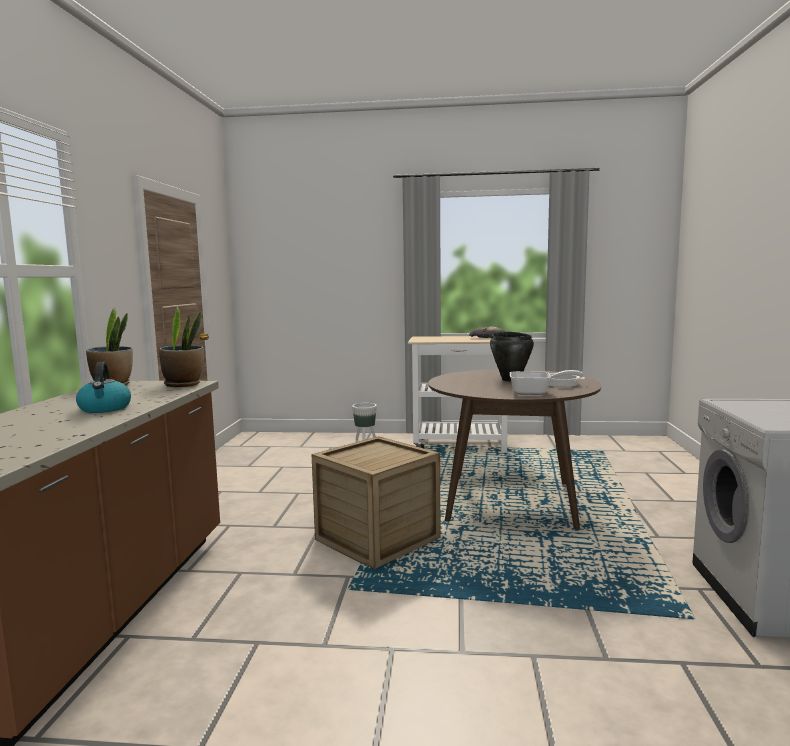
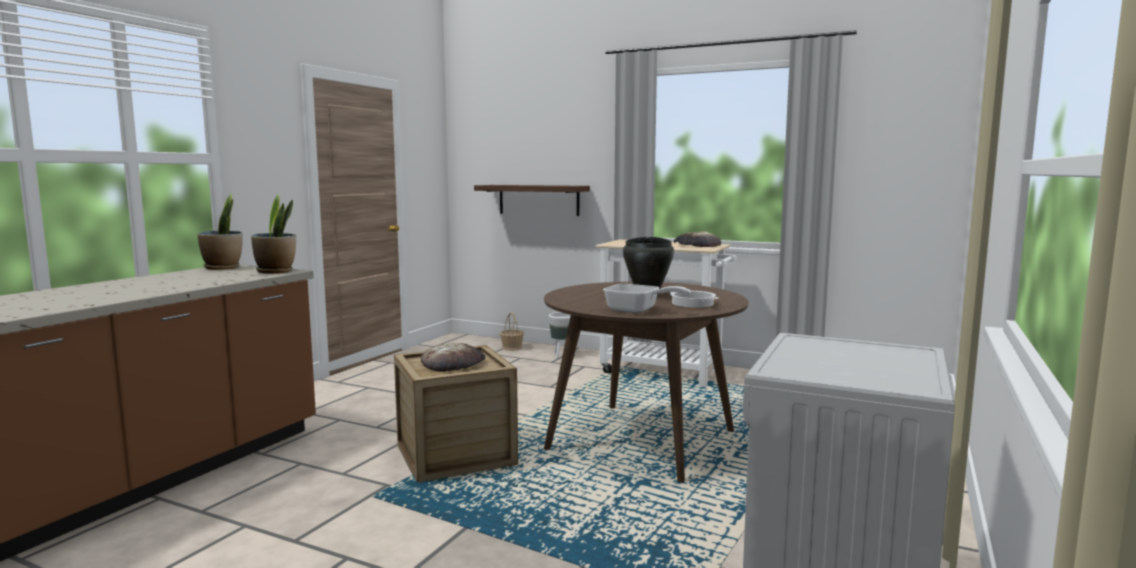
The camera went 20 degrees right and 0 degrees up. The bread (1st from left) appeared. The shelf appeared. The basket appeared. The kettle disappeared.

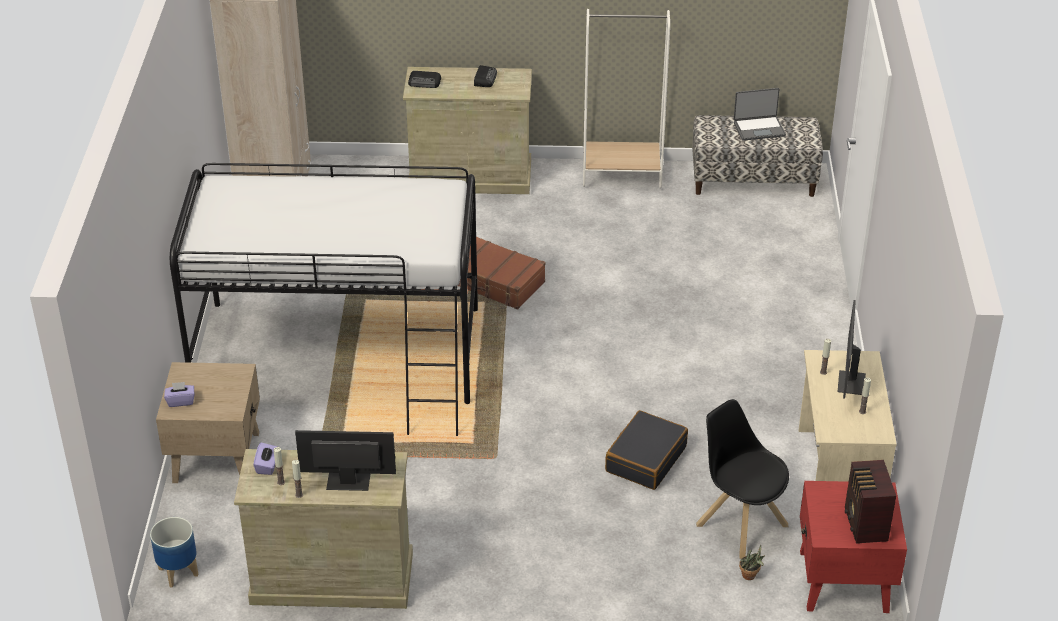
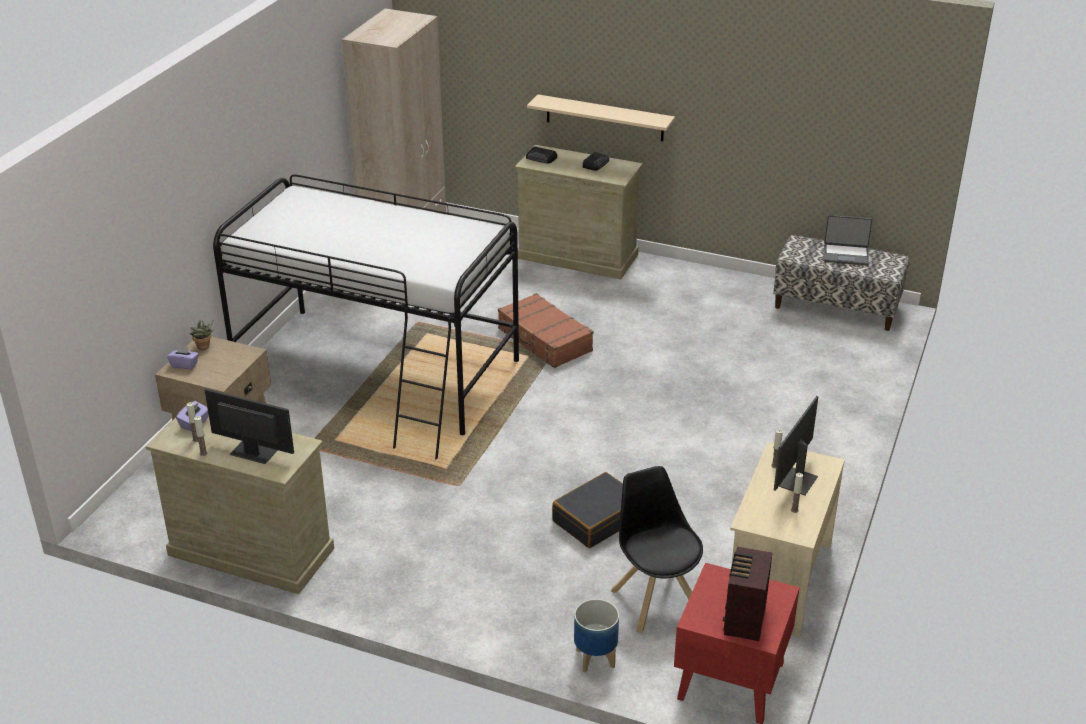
The camera went 20 degrees right and 5 degrees down. The potted plant moved. The beige shelf appeared. The planter moved. The clothes rack disappeared.

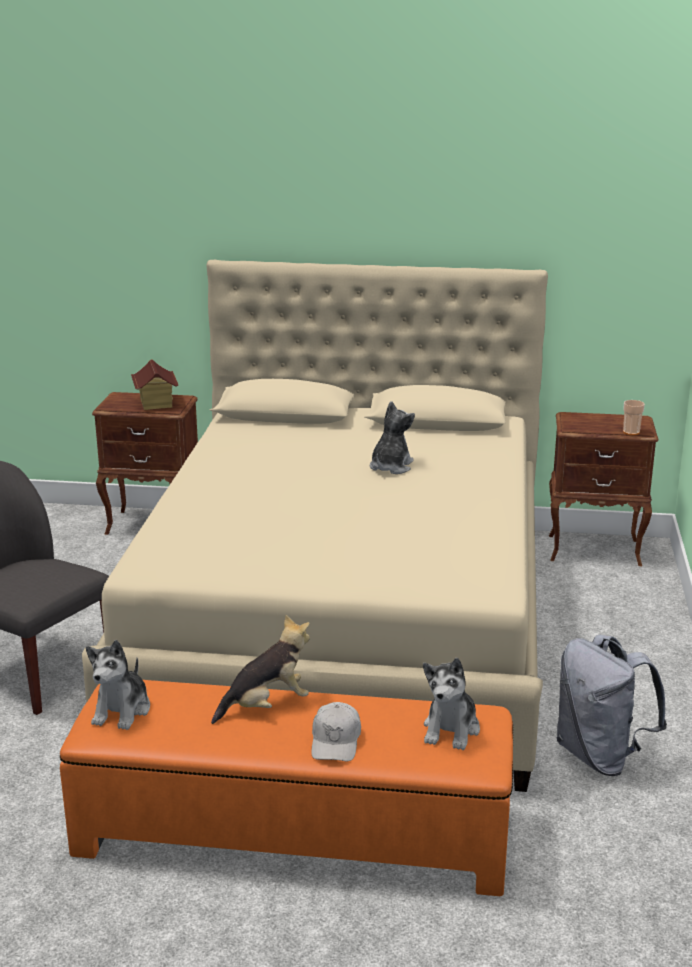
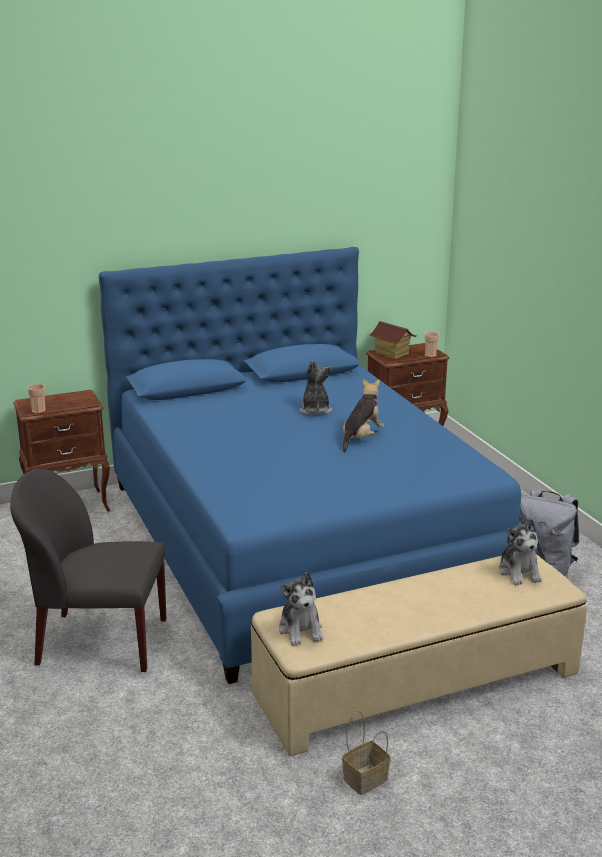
The camera went 30 degrees left and 0 degrees up. The cup (1st from left) appeared. The beige bed became the blue bed. The orange bench became the beige bench. The basket appeared. The plush toy (2nd from left in the first image) moved. The toy house moved. The white cap disappeared.

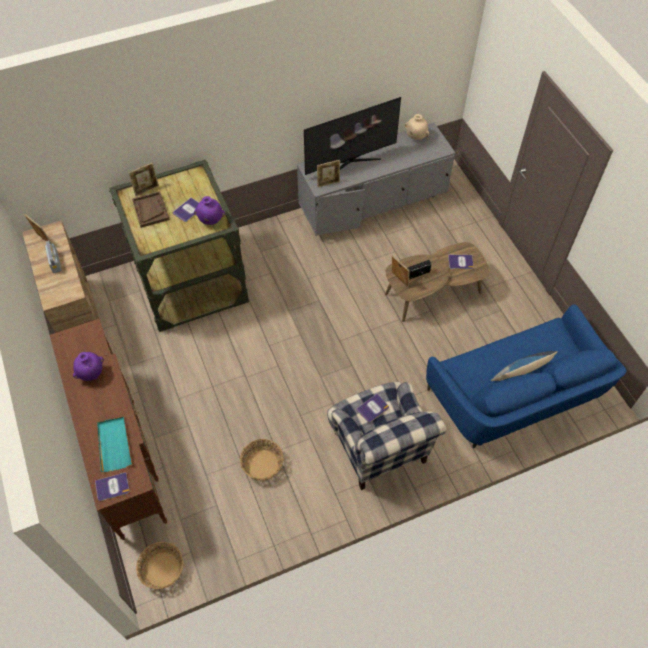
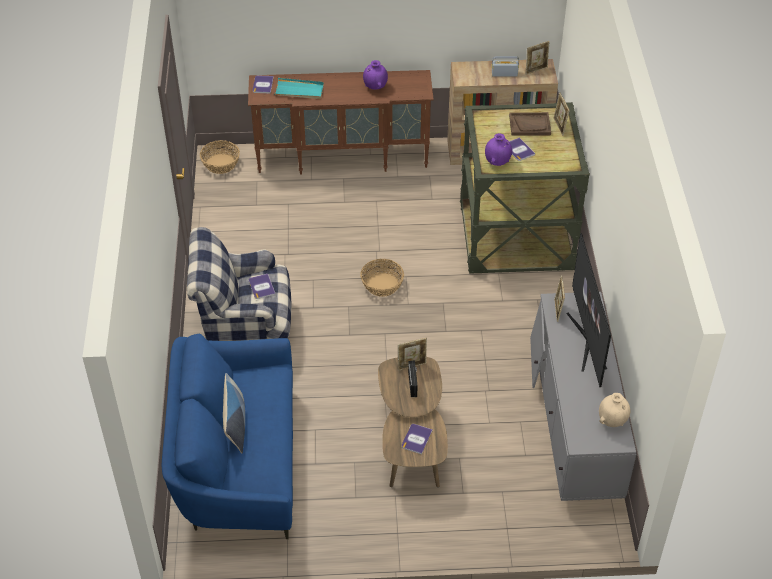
The camera went 110 degrees right and 10 degrees down. The basket (2nd from left) moved.

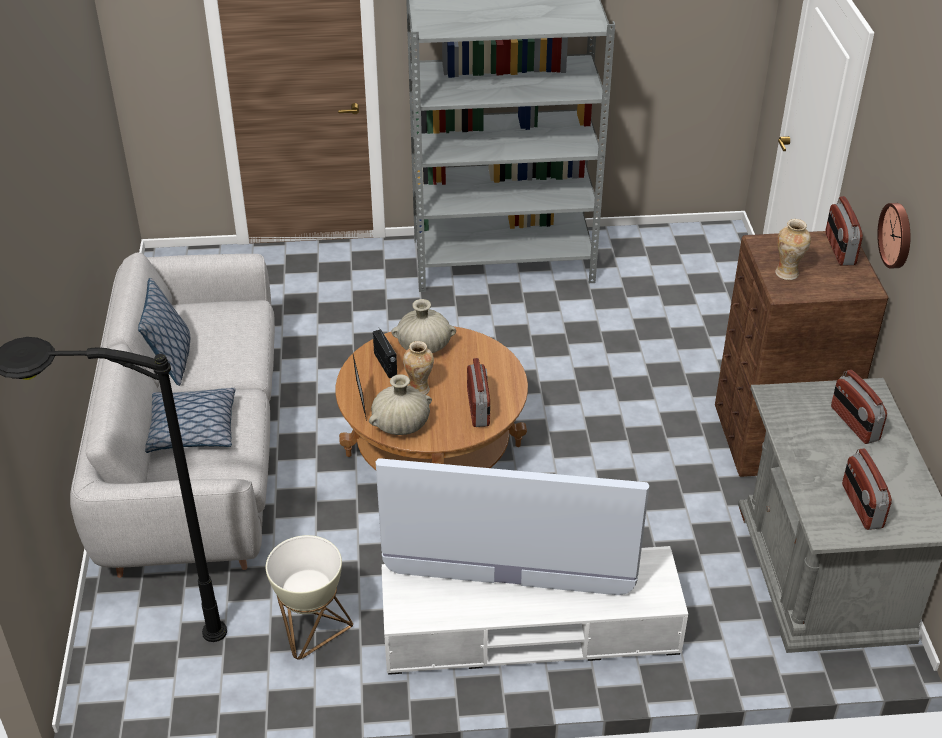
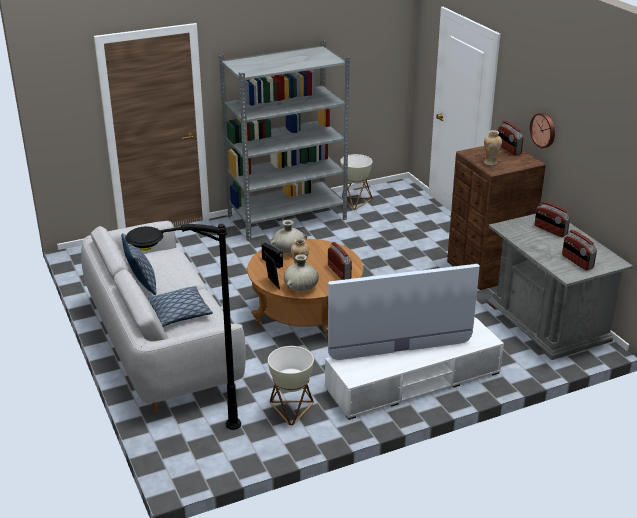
The camera went 20 degrees left and 10 degrees down. The planter (2nd from left) appeared.

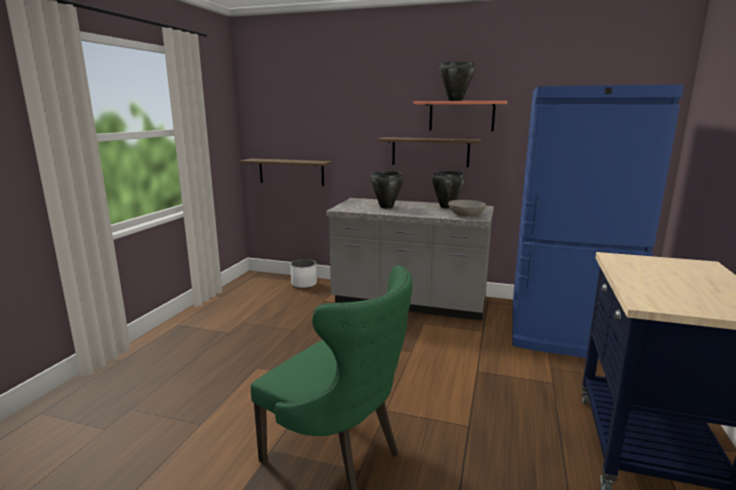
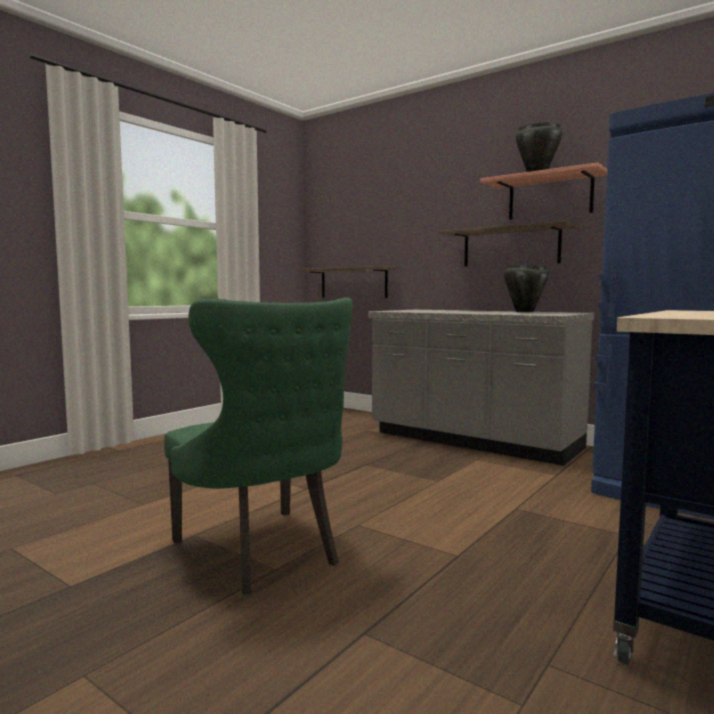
The camera went 20 degrees right and 10 degrees down. The white planter disappeared. The black cooking pot (1st from left) disappeared. The grey bowl disappeared.

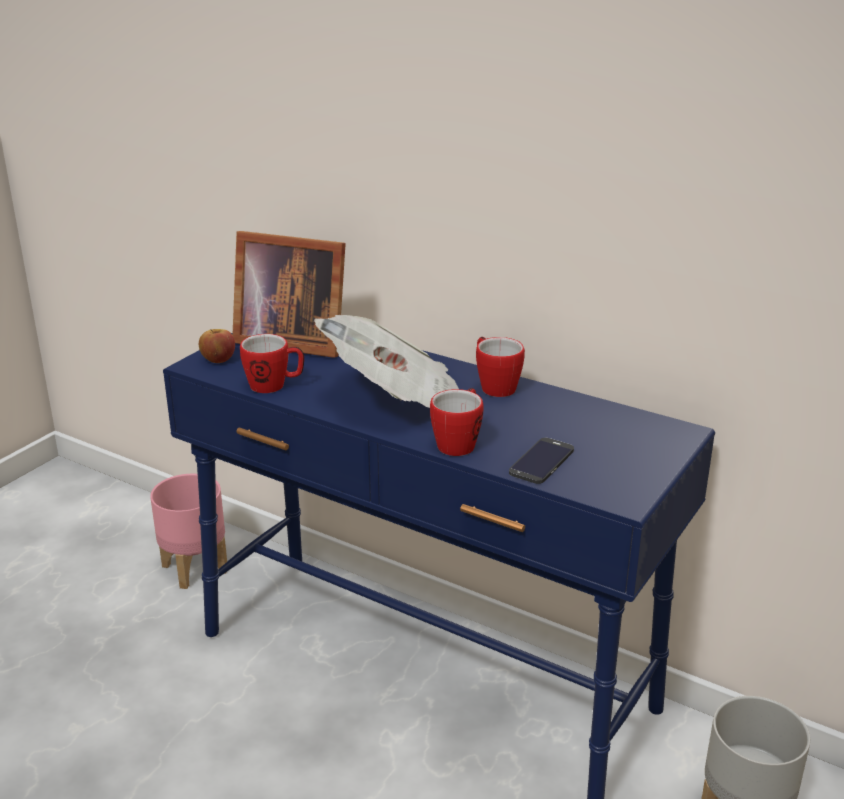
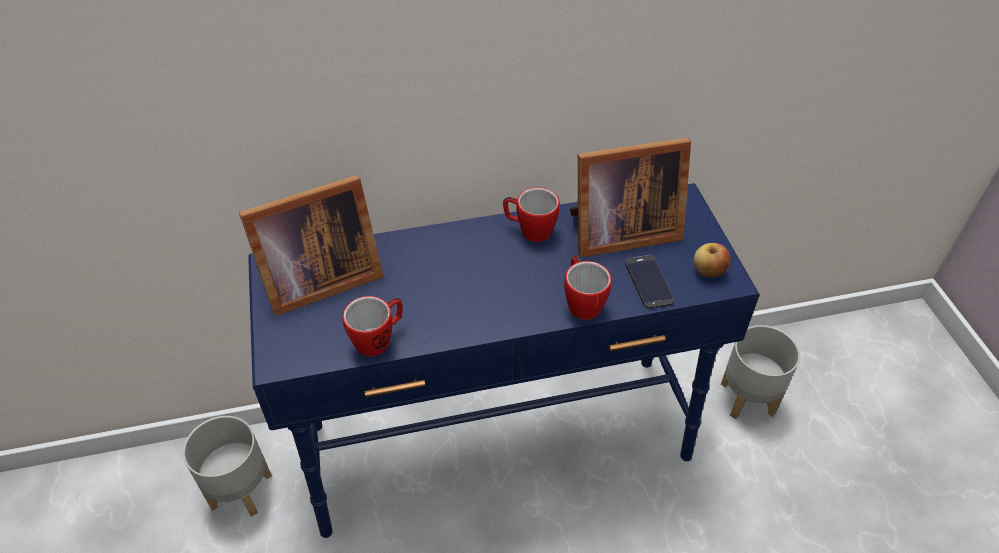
The camera went 45 degrees left and 20 degrees up. The pink planter became the grey planter (1st from left). The picture frame (2nd from left) appeared. The apple moved. The newspaper disappeared.

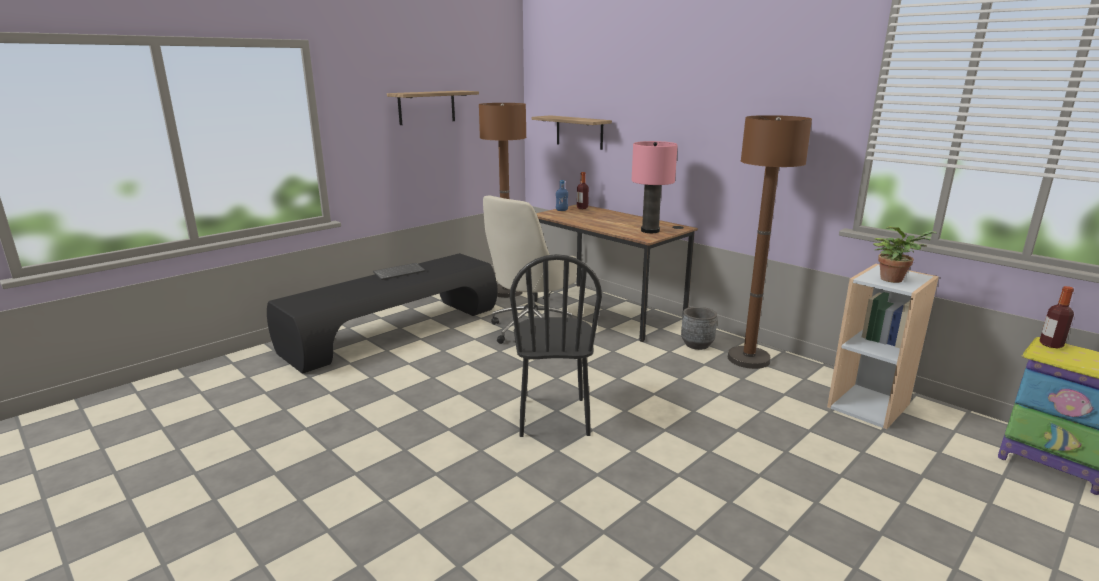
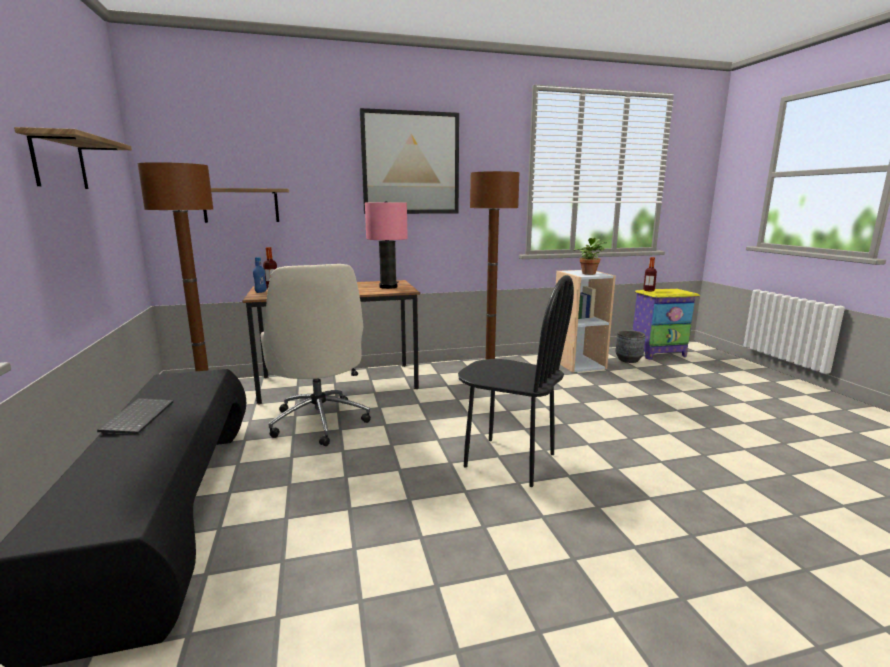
The camera went 60 degrees left and 5 degrees down. The picture appeared. The grey planter moved.

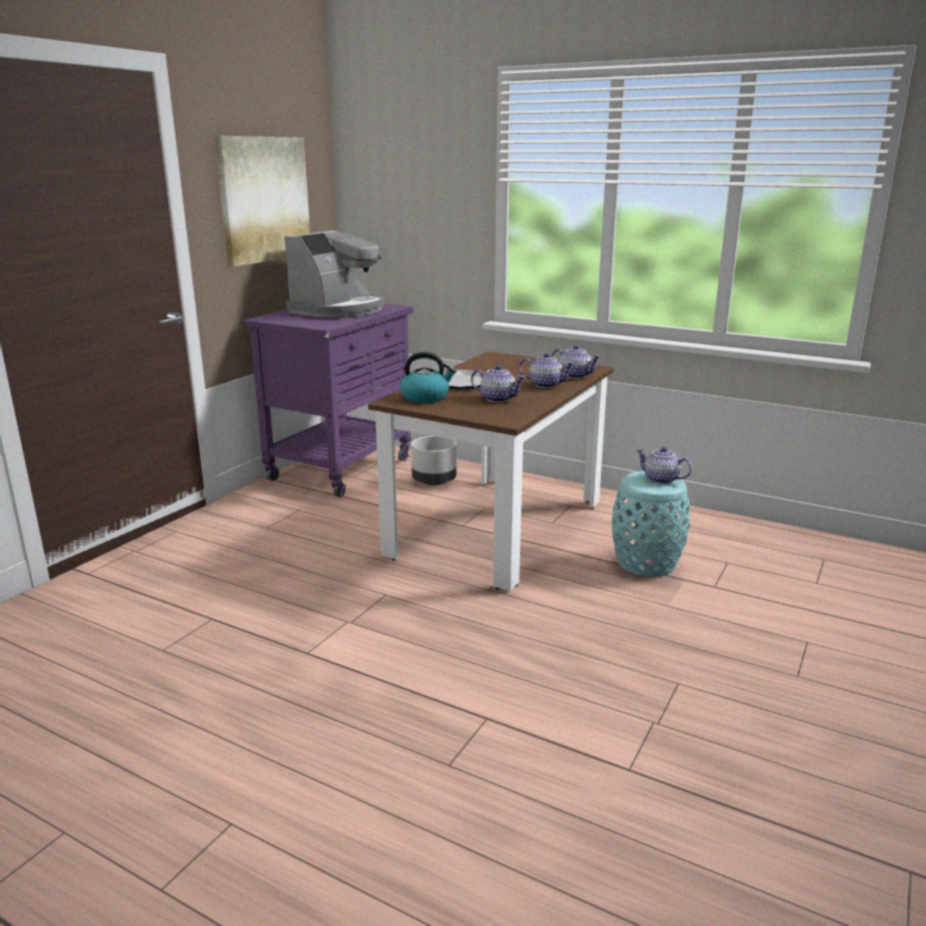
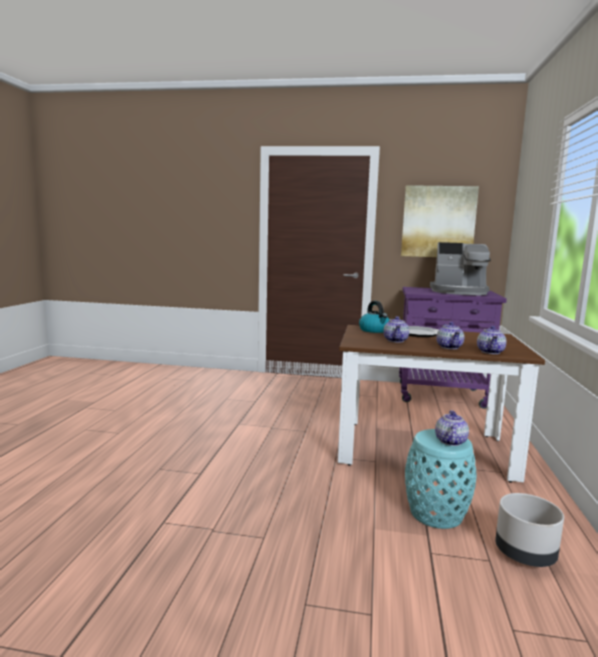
The camera went 70 degrees right and 10 degrees down. The grey planter moved.

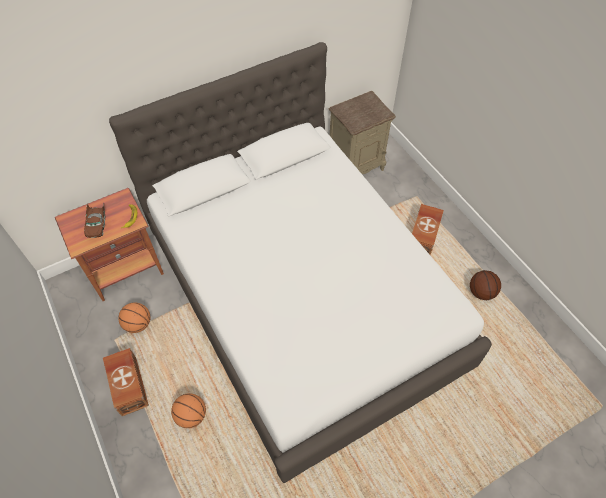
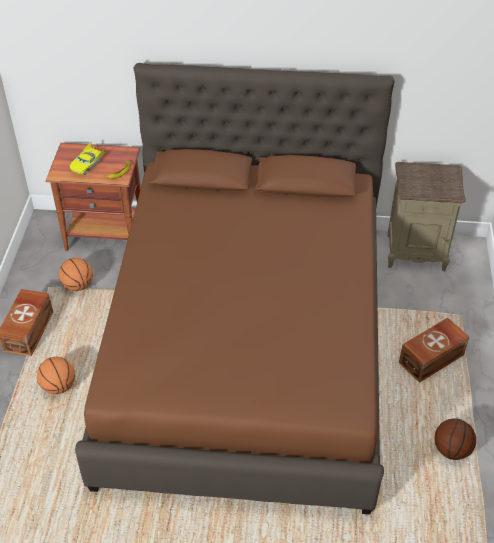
The camera went 35 degrees right and 10 degrees down. The brown toy car became the yellow toy car. The white bed became the brown bed.

